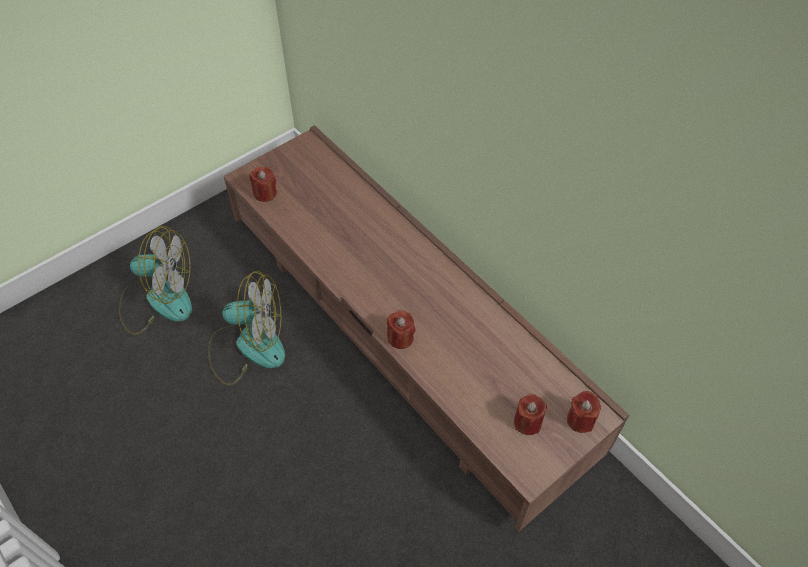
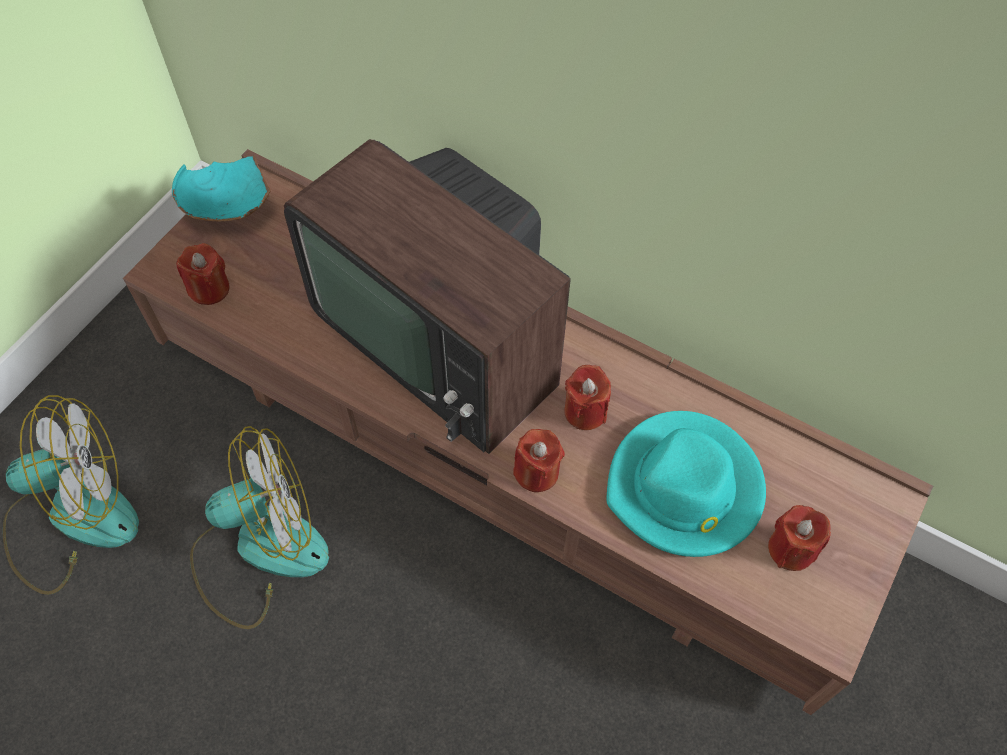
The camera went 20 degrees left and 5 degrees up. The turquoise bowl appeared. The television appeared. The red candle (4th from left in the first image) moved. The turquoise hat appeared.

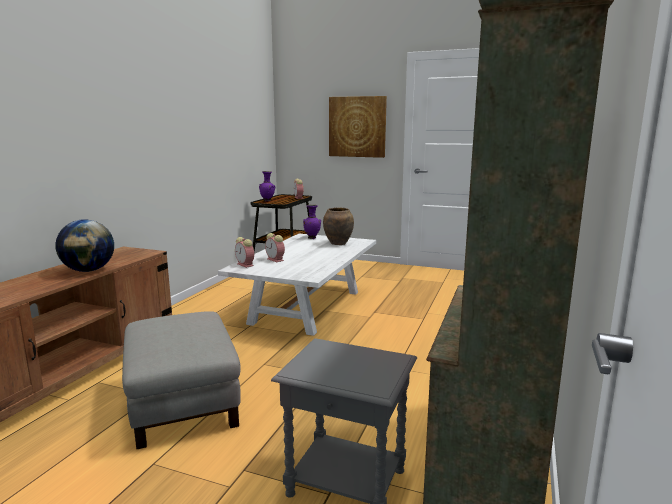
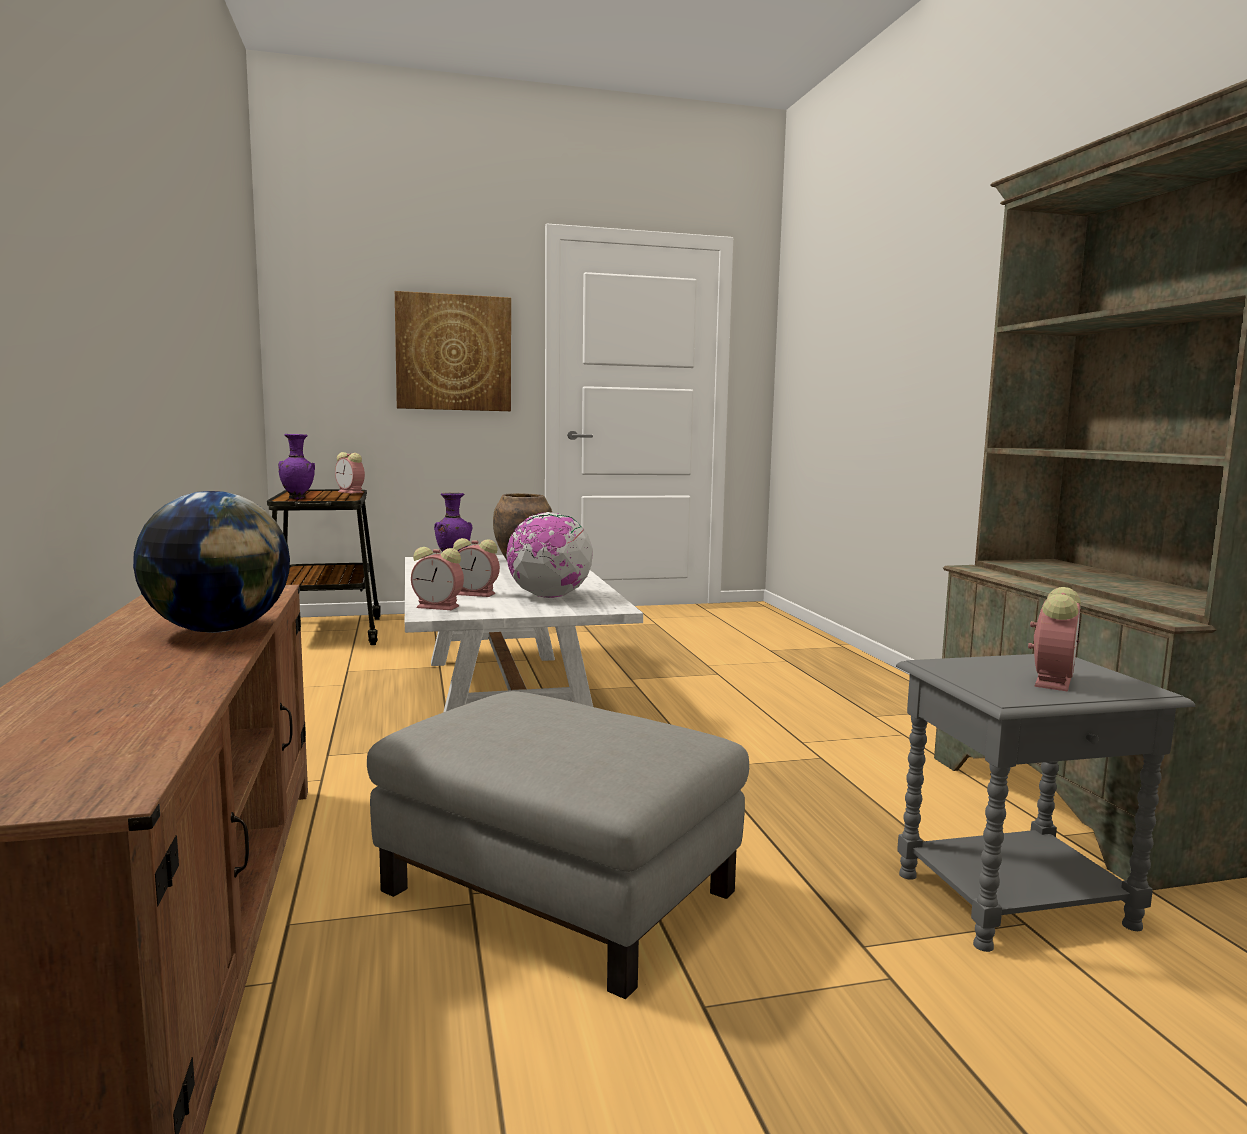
The camera went 35 degrees left and 5 degrees down. The globe (2nd from left) appeared. The alarm clock (4th from left) appeared.

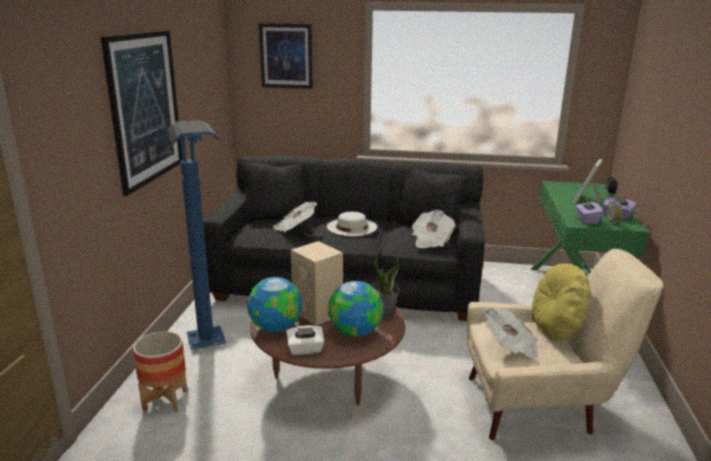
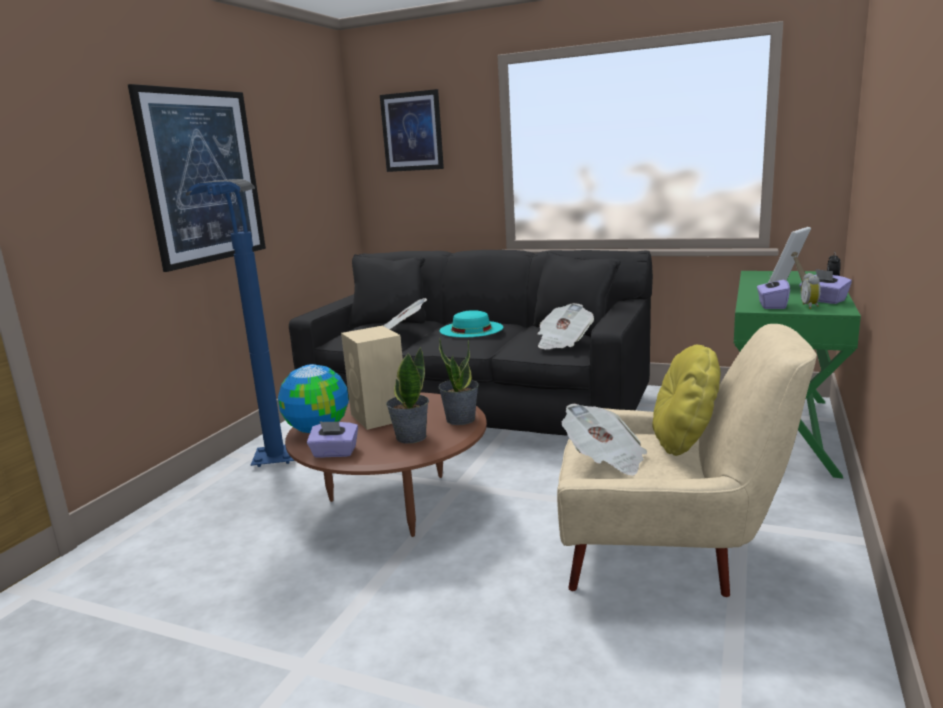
The camera went 15 degrees right and 5 degrees down. The white tissue box became the purple tissue box (1st from left). The globe (2nd from left) was replaced by the potted plant (1st from left). The white hat became the turquoise hat. The planter disappeared.

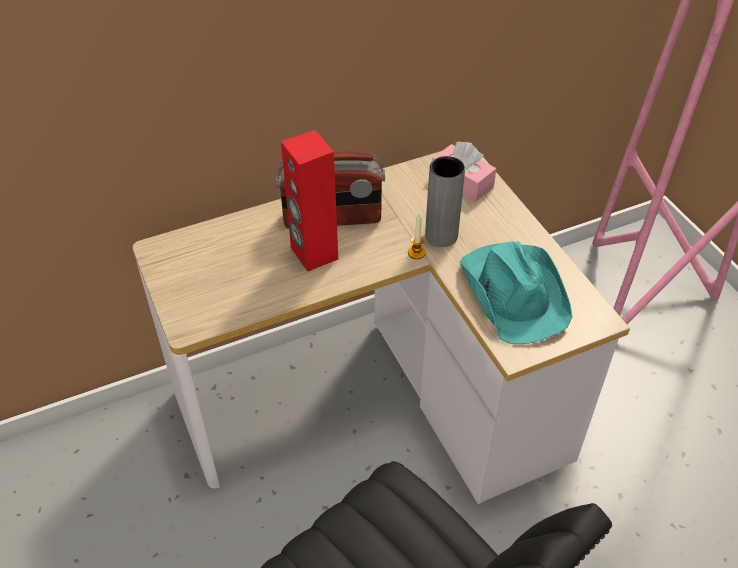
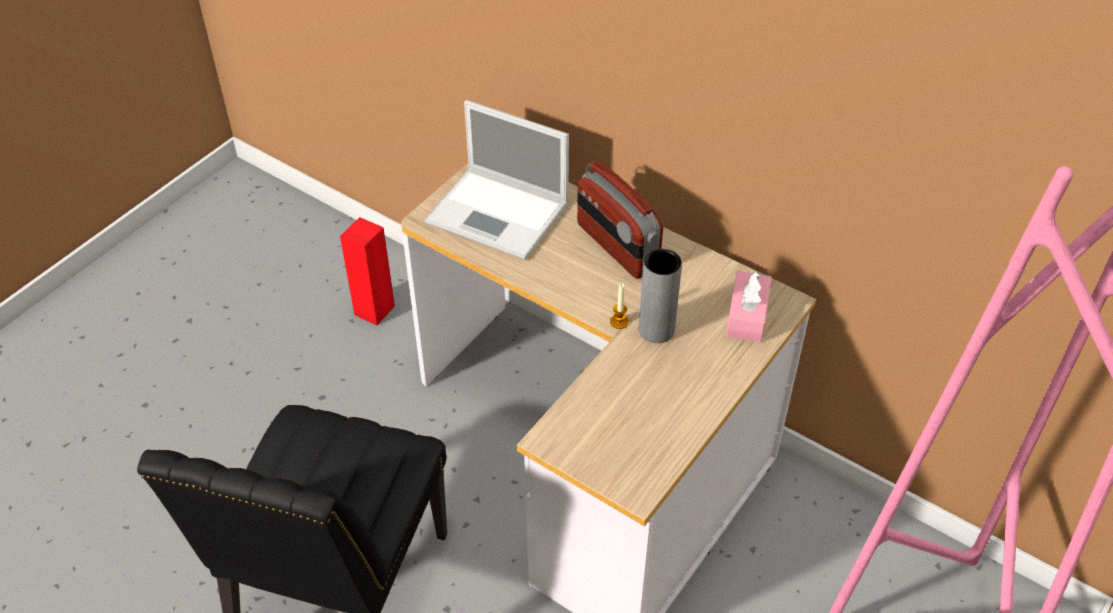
The camera went 60 degrees right and 0 degrees up. The red speaker moved. The laptop appeared. The turquoise hat disappeared.

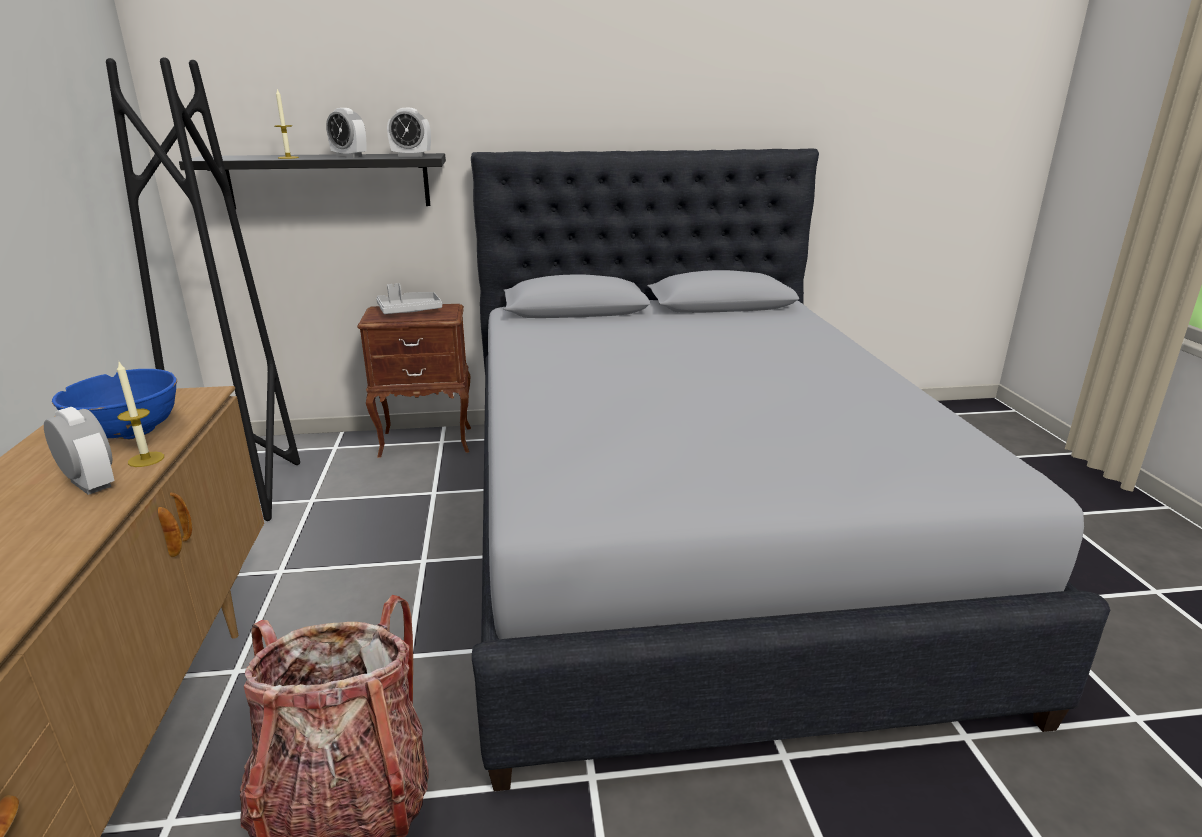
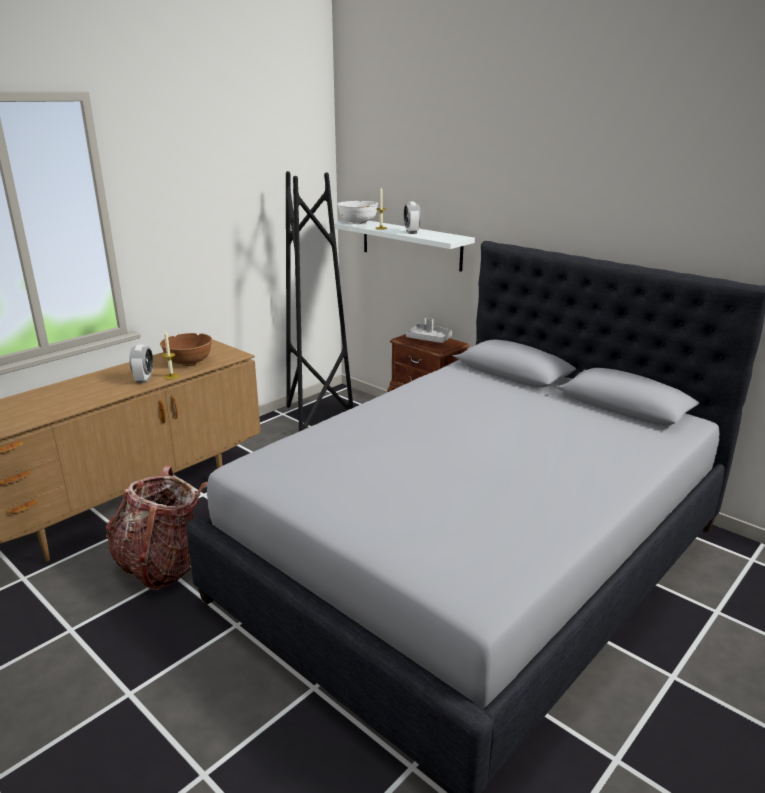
The camera went 50 degrees right and 0 degrees up. The blue bowl became the brown bowl. The black shelf became the white shelf. The white bowl appeared. The alarm clock (3rd from left) disappeared.

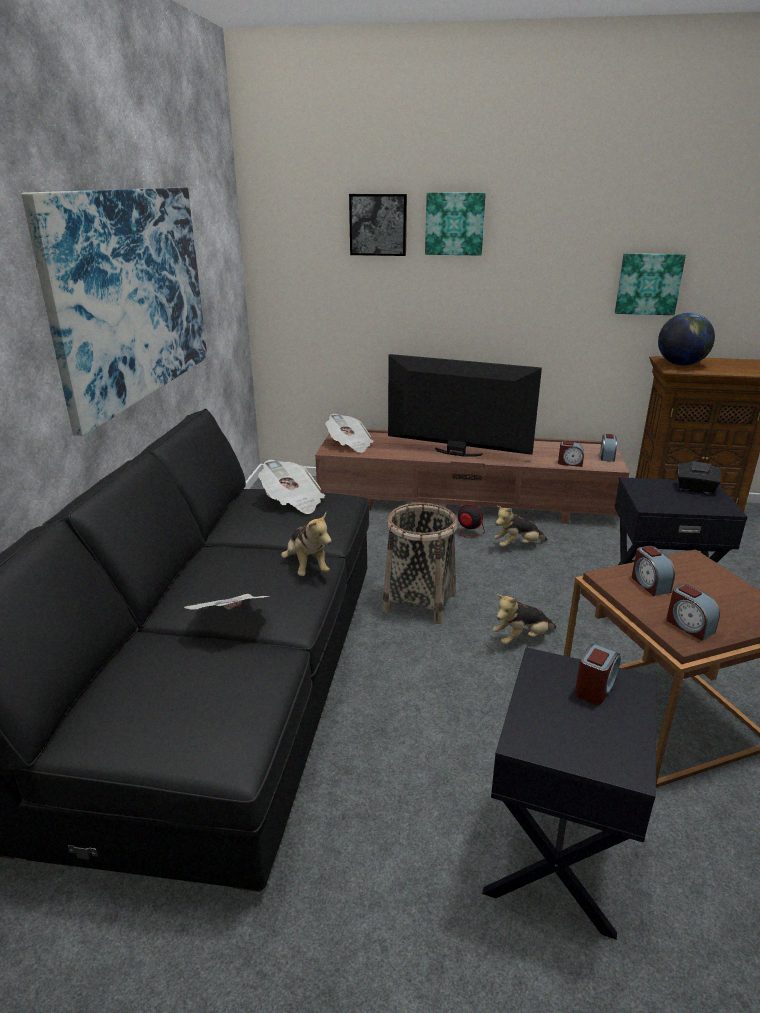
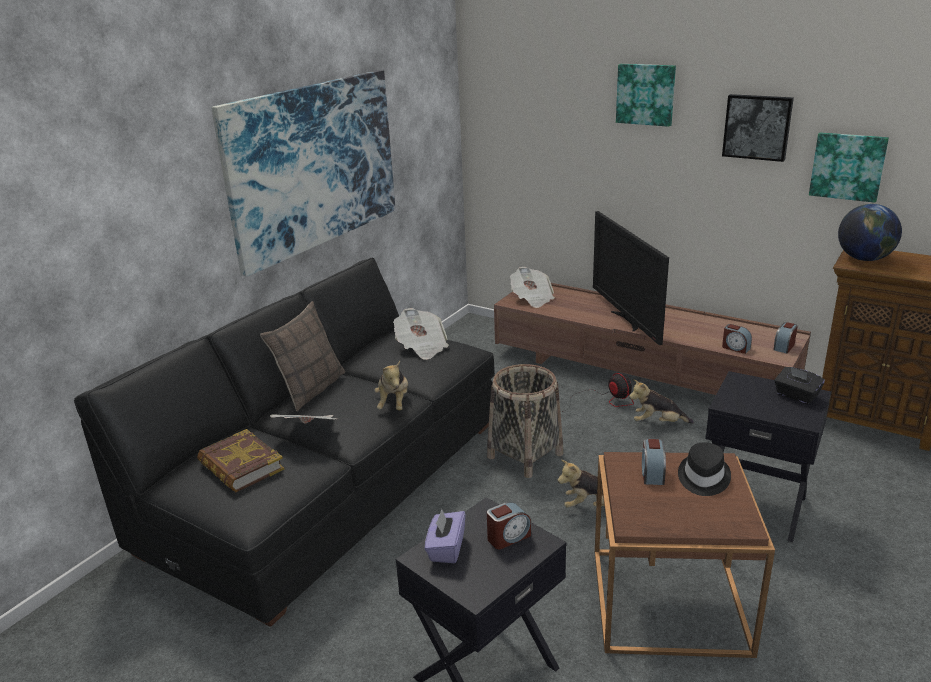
The camera went 25 degrees right and 0 degrees up. The book appeared. The pillow appeared. The purple tissue box appeared. The television turned 150 degrees counterclockwise. The black hat appeared. The picture (2nd from left in the first image) moved. The alarm clock (5th from left) disappeared.

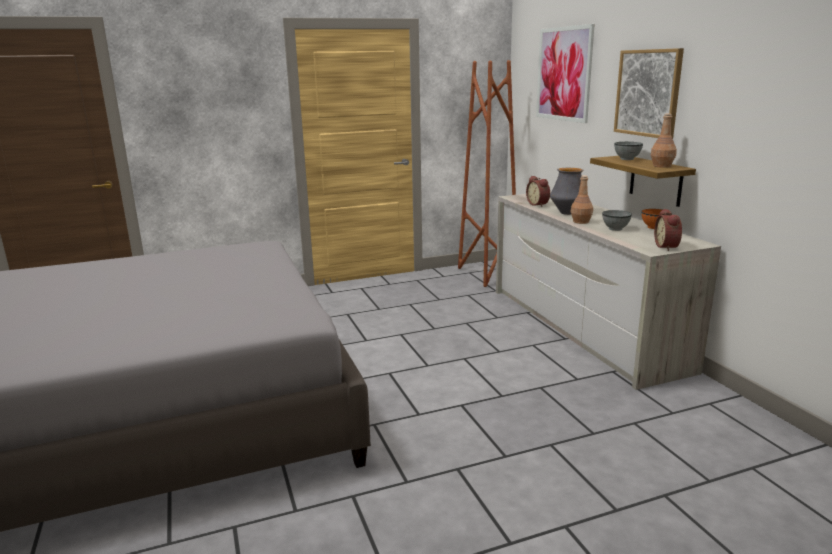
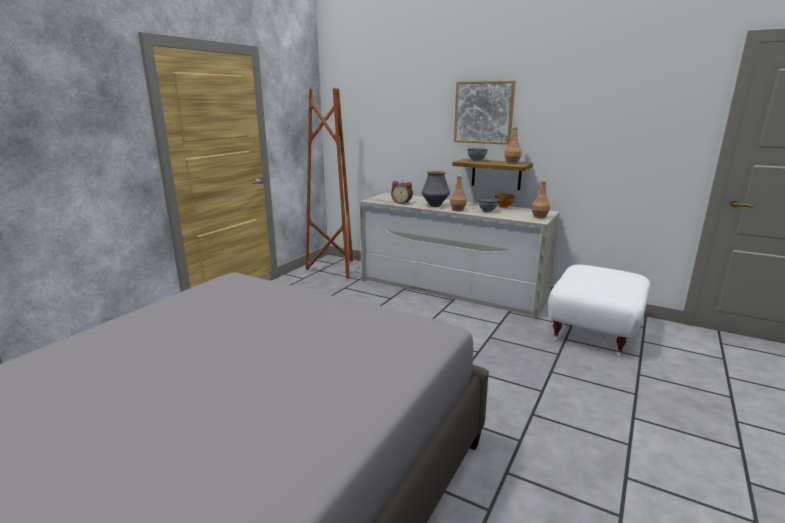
The camera went 40 degrees left and 0 degrees up. The alarm clock (2nd from left) was replaced by the brown bottle (3rd from left). The white ottoman appeared. The picture (1st from left) disappeared.

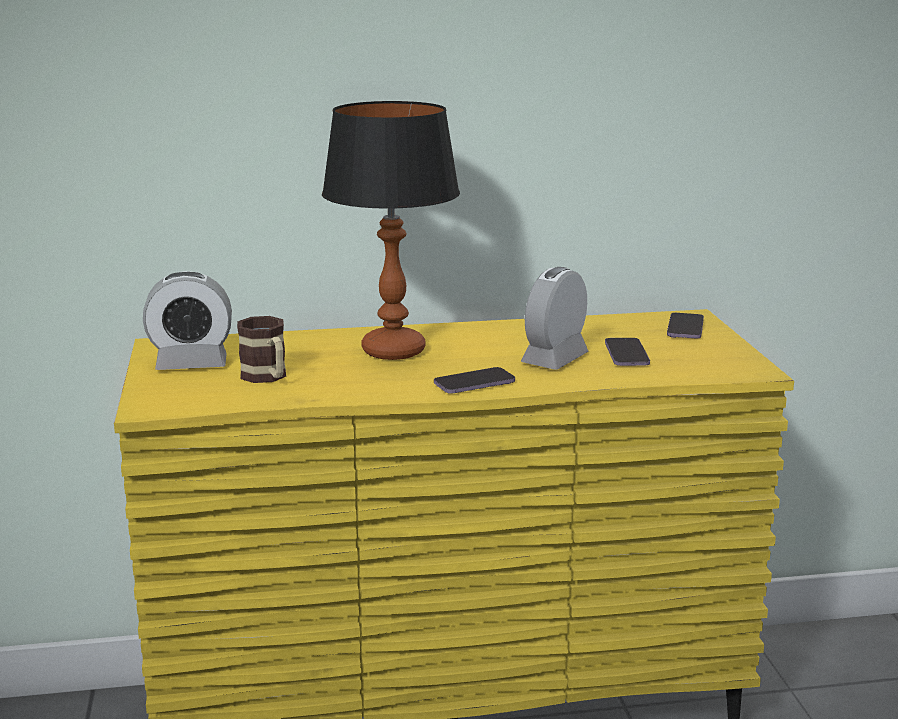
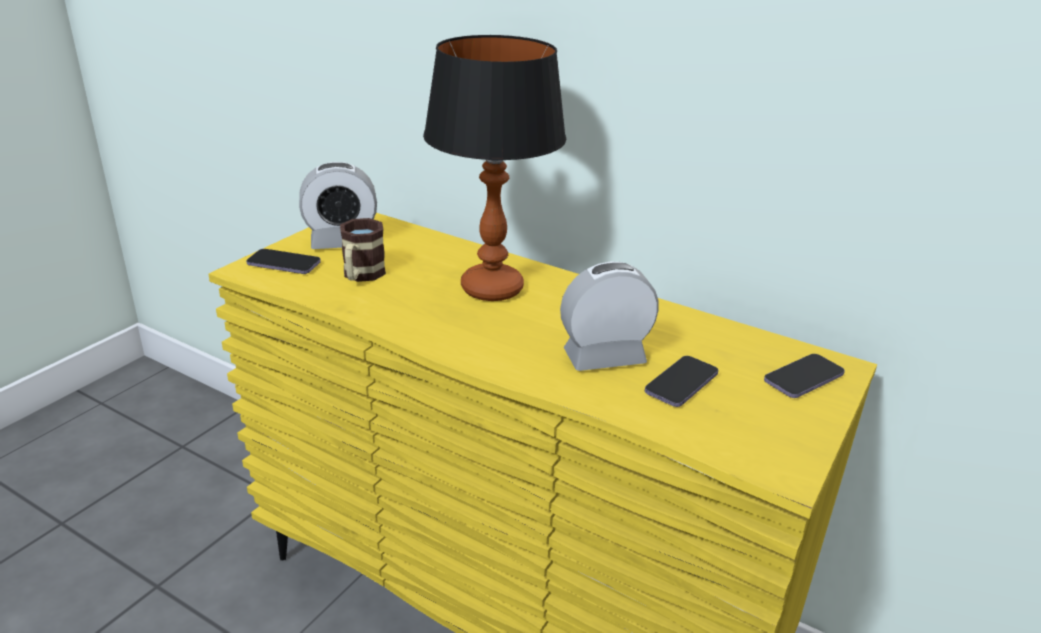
The camera went 40 degrees right and 10 degrees up. The phone (1st from left) moved. The alarm clock (1st from left) turned 45 degrees counterclockwise.

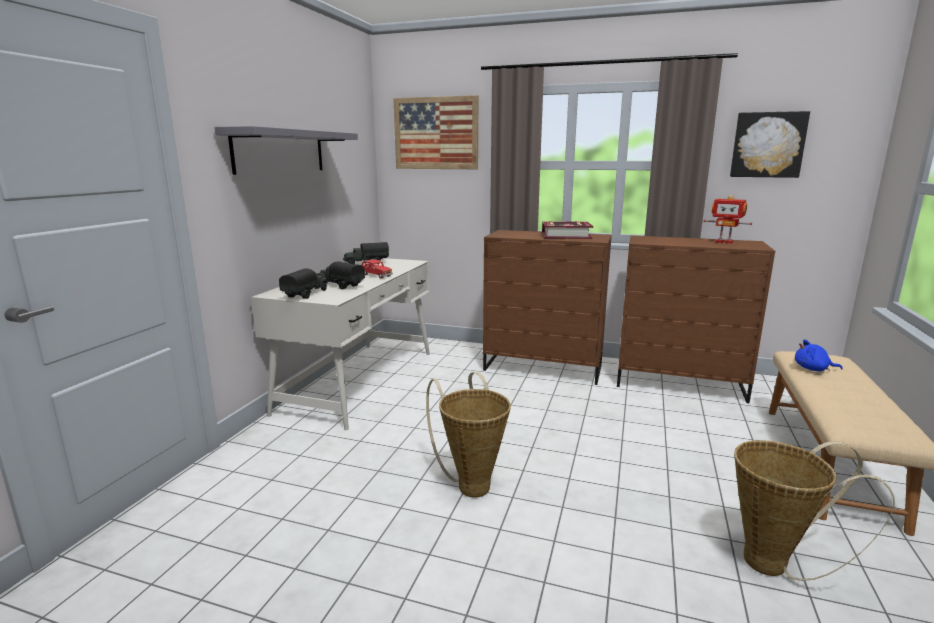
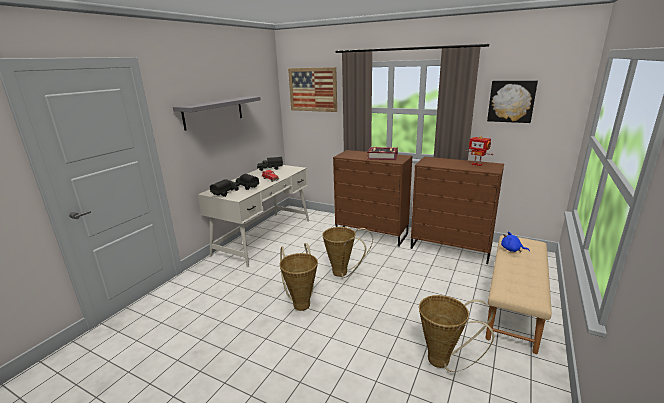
The camera went 10 degrees right and 5 degrees up. The basket (2nd from left) appeared.

